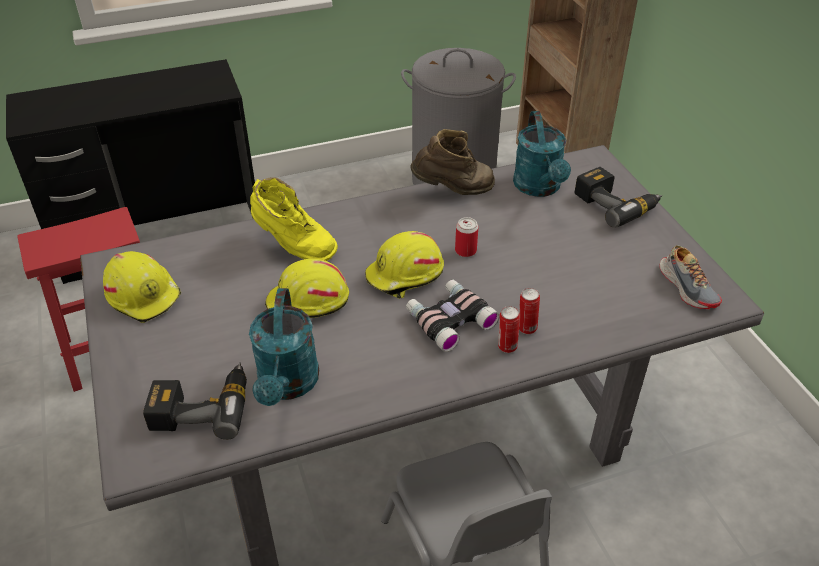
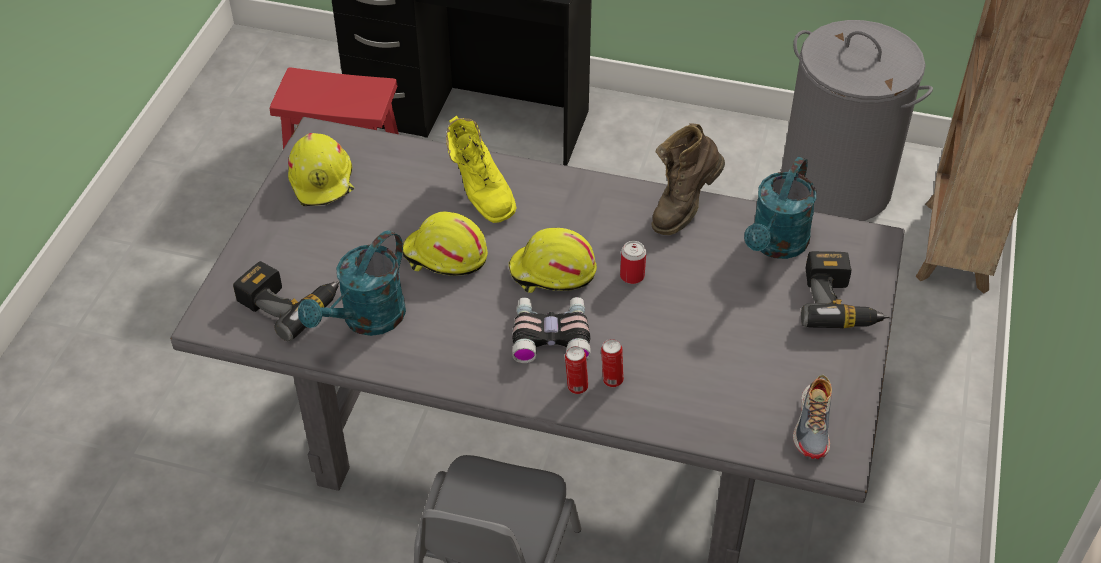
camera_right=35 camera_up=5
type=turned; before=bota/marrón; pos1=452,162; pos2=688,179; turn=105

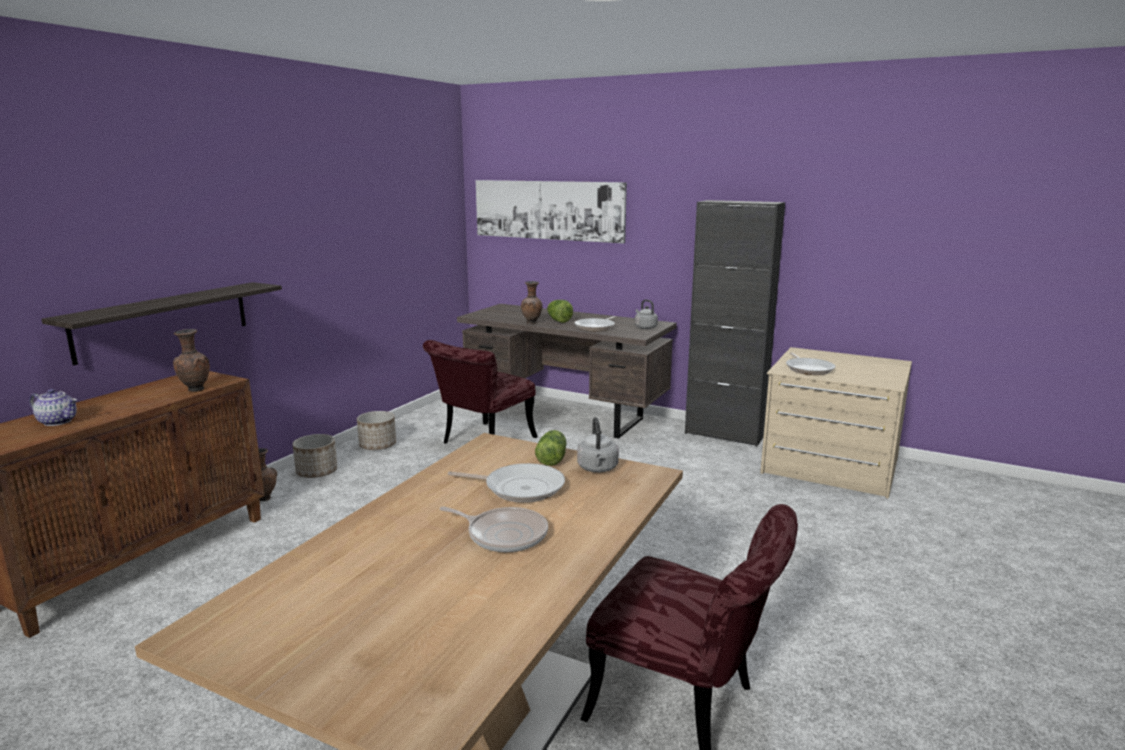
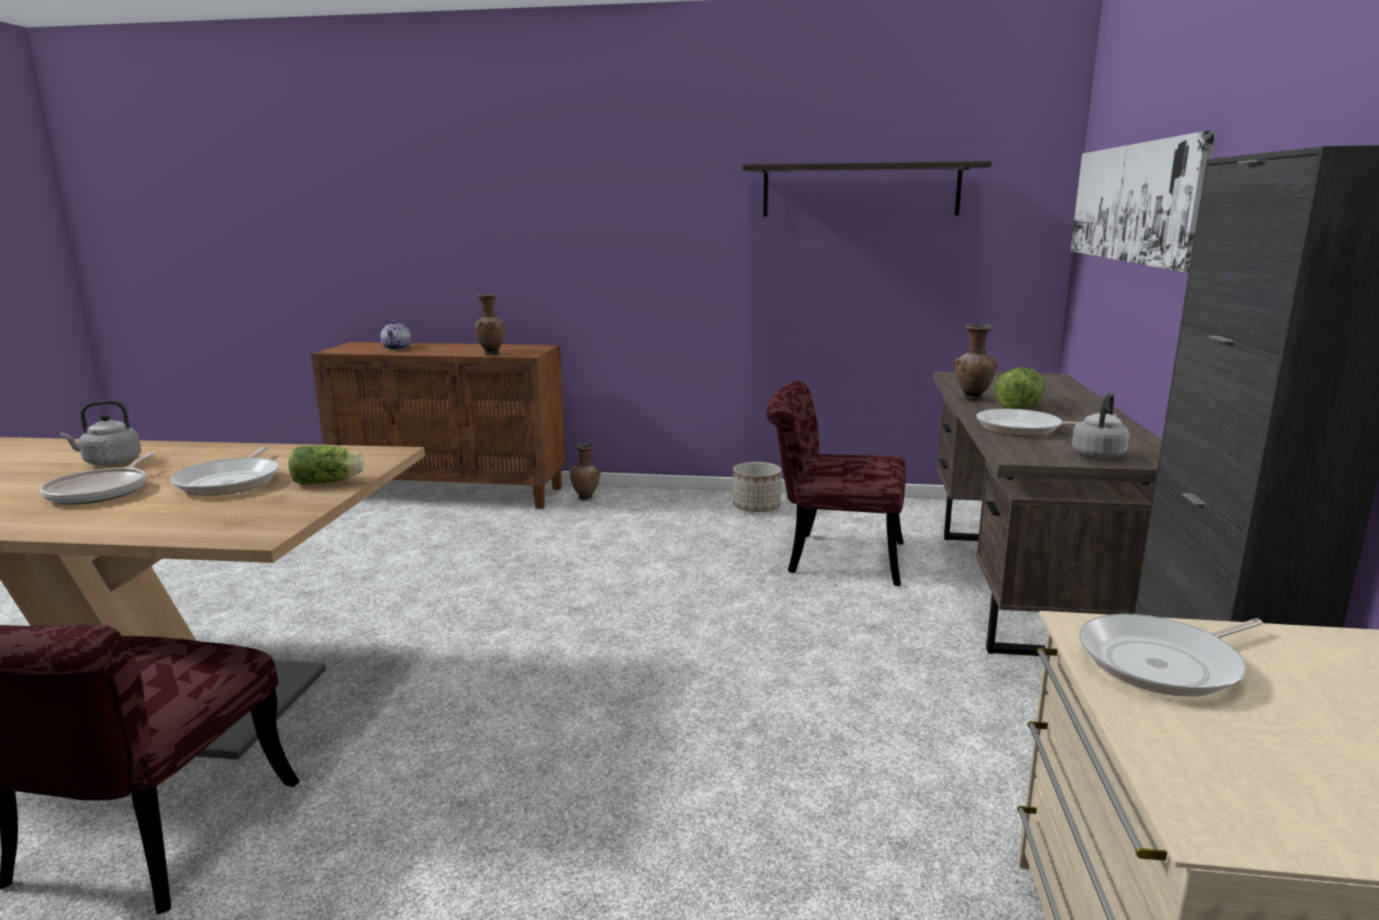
camera_right=70 camera_up=0
type=moved; before=estante; pos1=161,323; pos2=867,189
type=removed; before=maceta; pos1=314,456
type=moved; before=hervidor/gris; pos1=598,444; pos2=100,433

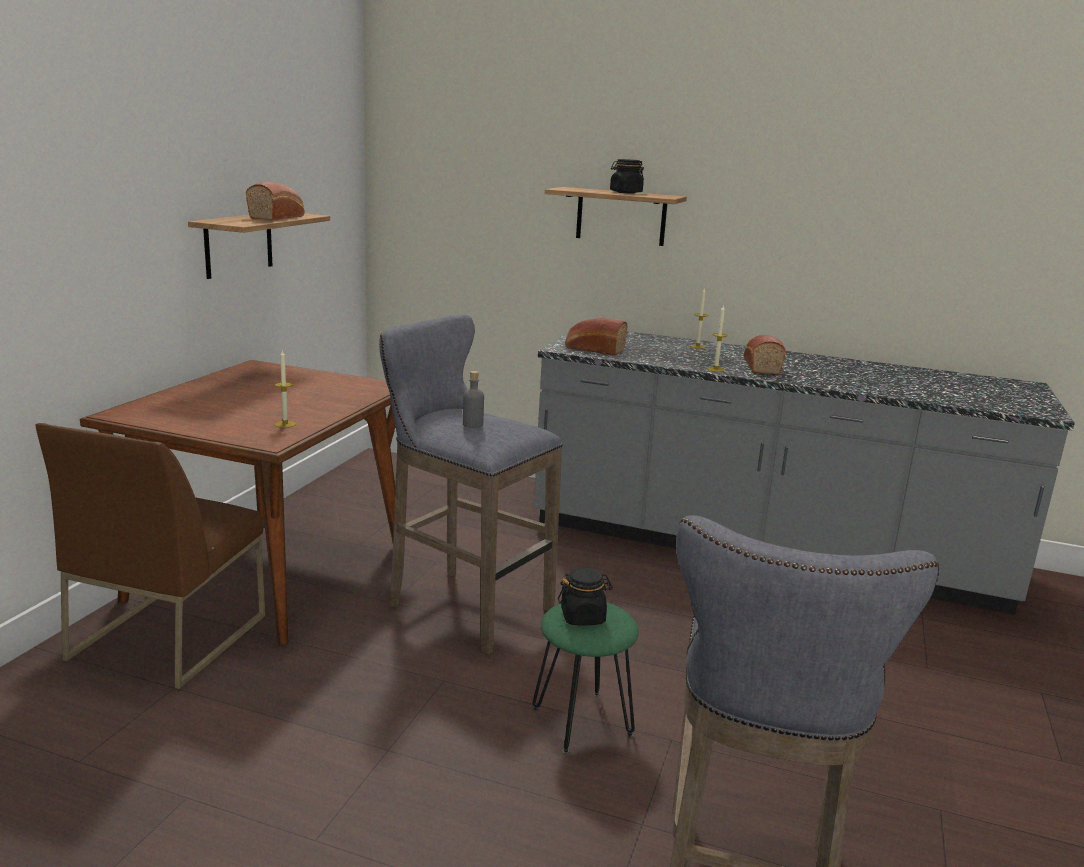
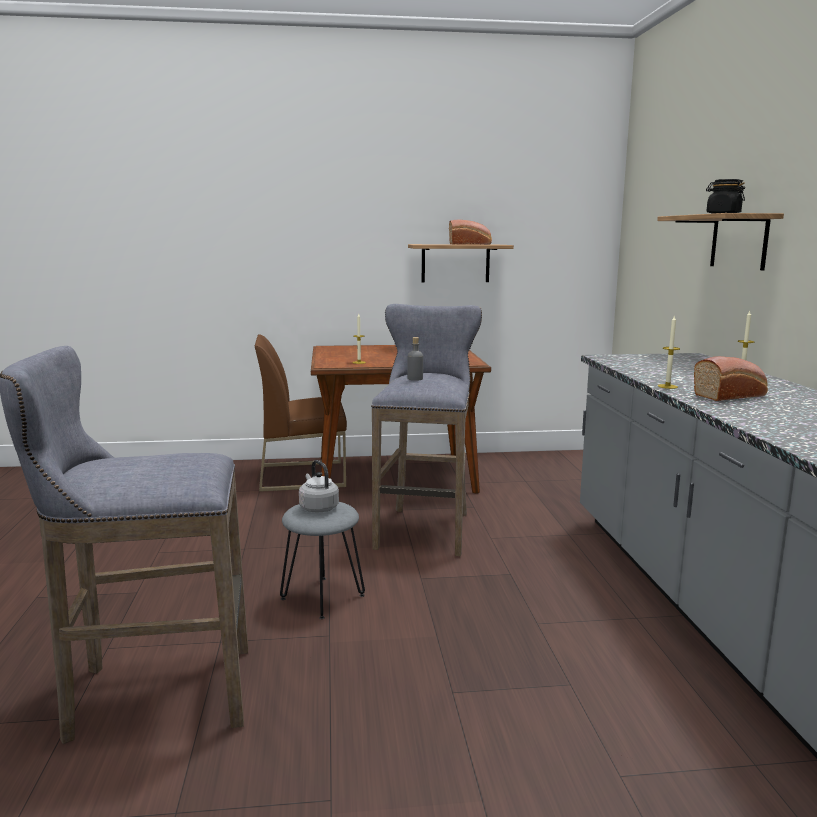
camera_right=65 camera_up=-5
type=recoloured; before=taburete/verde; after=taburete/gris; pos1=586,678; pos2=322,560
type=replaced; before=tarro/negro; after=hervidor/gris; pos1=585,596; pos2=319,486
type=removed; before=pan; pos1=596,336

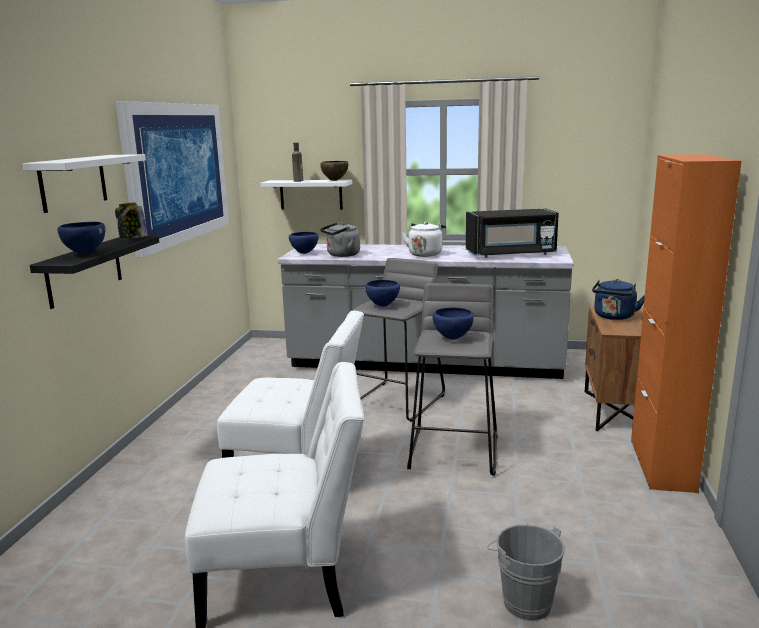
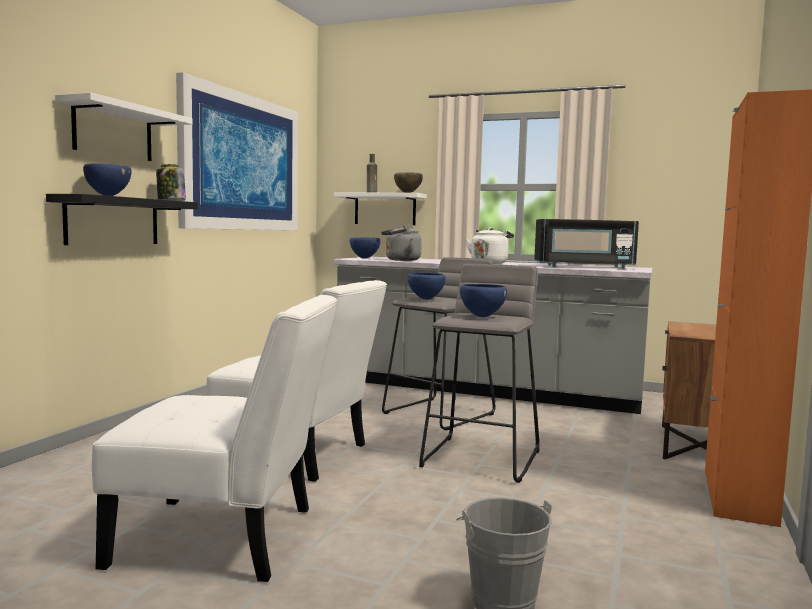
camera_right=10 camera_up=-10
type=removed; before=hervidor/azul; pos1=618,299

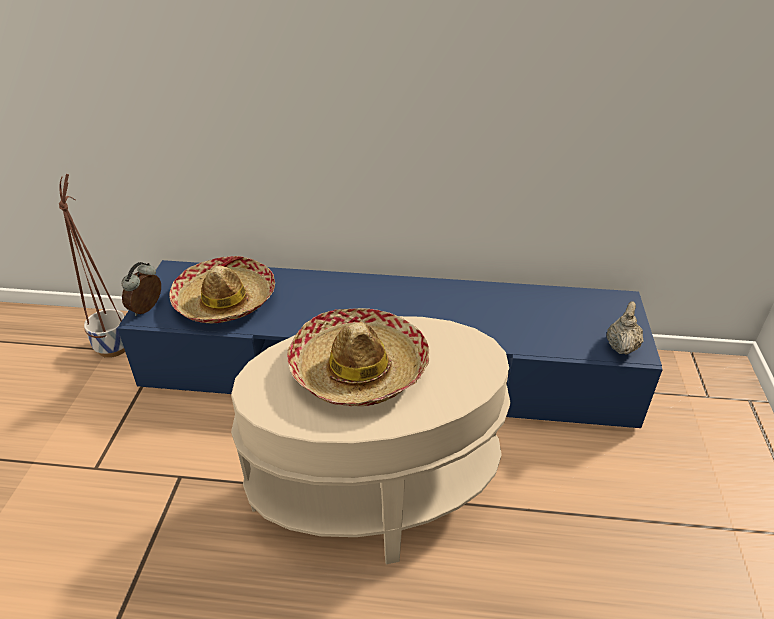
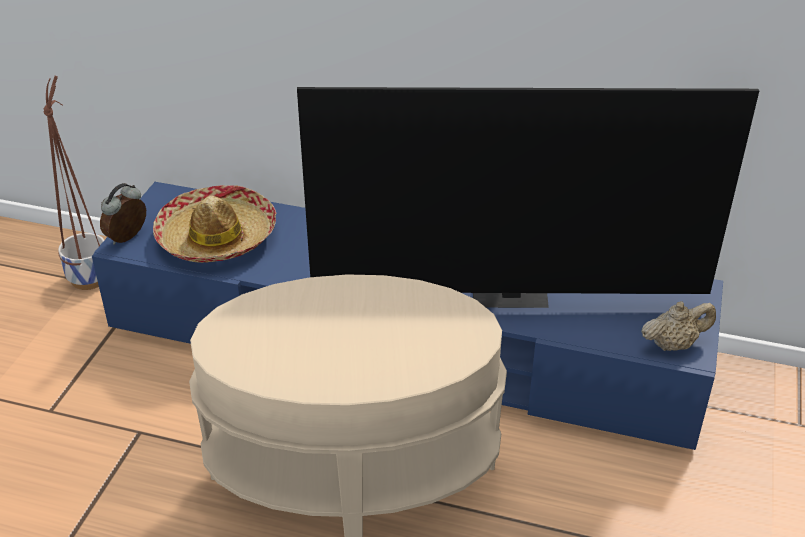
camera_right=10 camera_up=0
type=removed; before=sombrero; pos1=358,357
type=turned; before=tetera/beis; pos1=624,328; pos2=678,326; turn=45
type=added; after=televisor; pos2=528,197

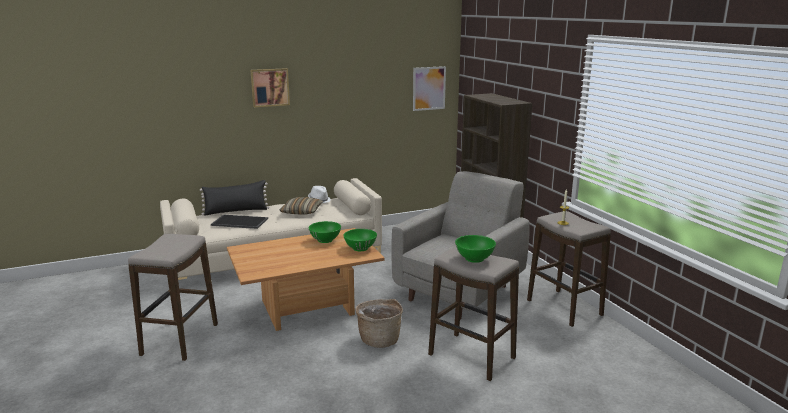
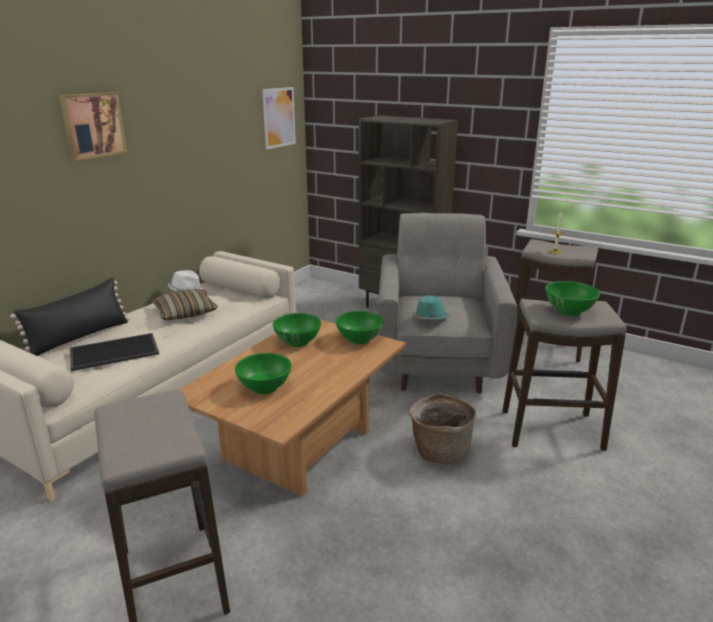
camera_right=-35 camera_up=5
type=added; after=cuenco/verde; pos2=263,373
type=added; after=sombrero/turquesa; pos2=431,308

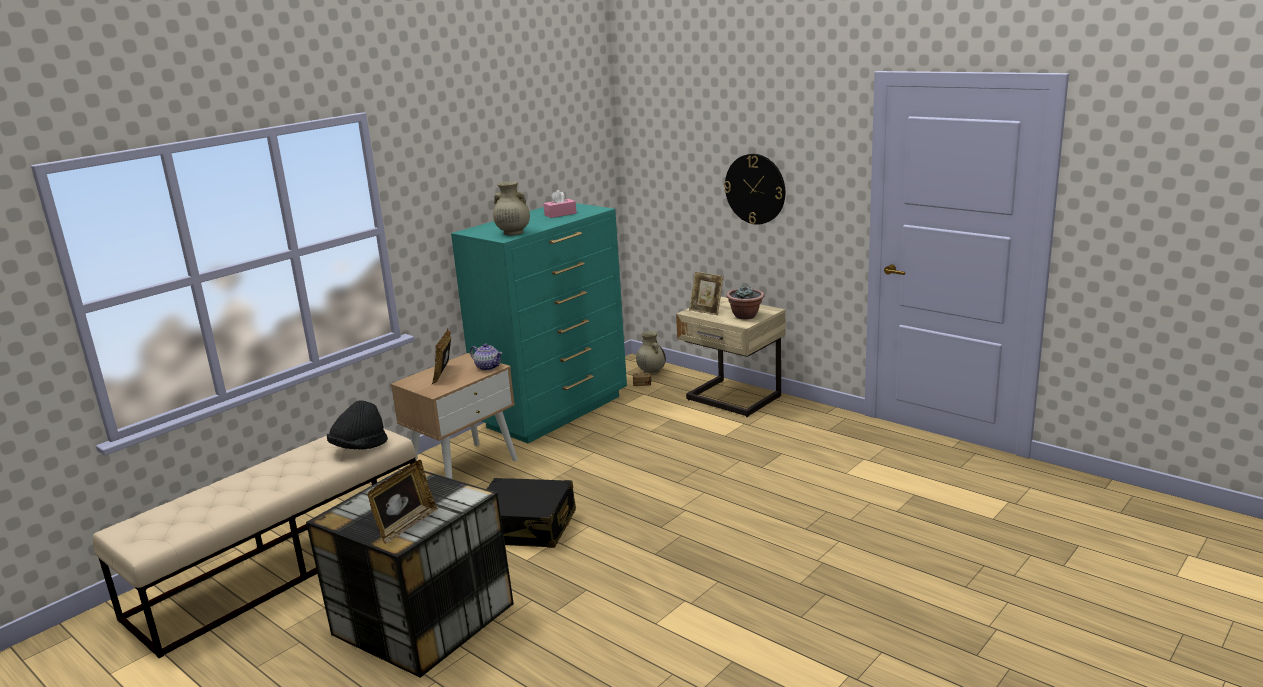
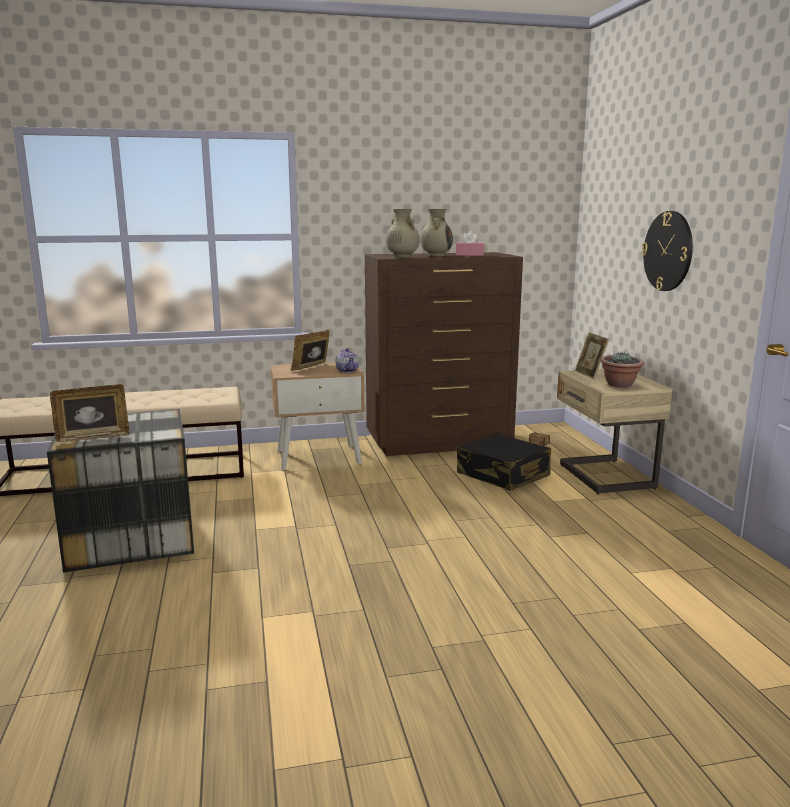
camera_right=35 camera_up=-5
type=removed; before=sombrero/negro; pos1=357,425
type=recoloured; before=cómoda/turquesa; after=cómoda/marrón; pos1=539,323; pos2=444,354
type=moved; before=maleta/negro; pos1=531,513; pos2=504,462
type=moved; before=florero/beis; pos1=651,353; pos2=436,233

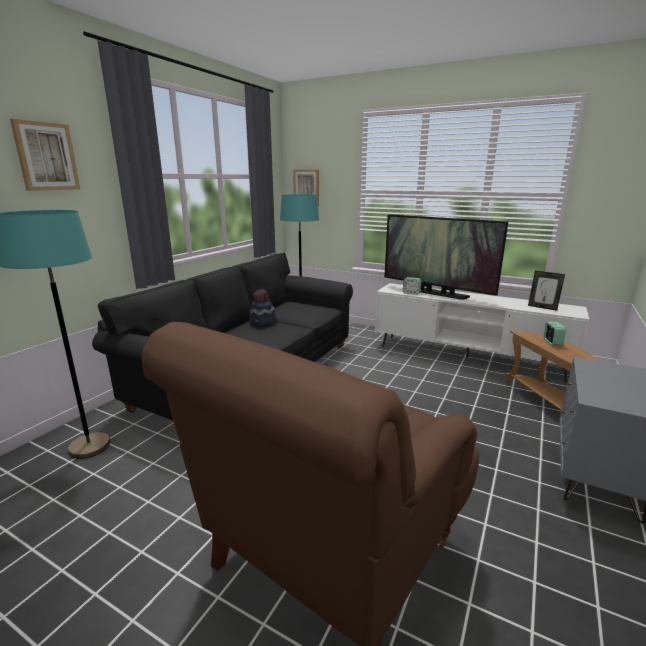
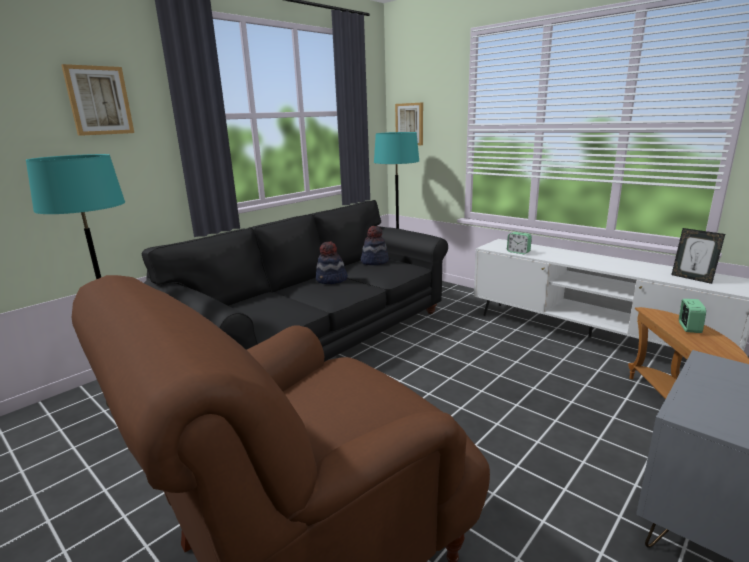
camera_right=15 camera_up=0
type=removed; before=televisor; pos1=446,257
type=added; after=sombrero; pos2=375,245

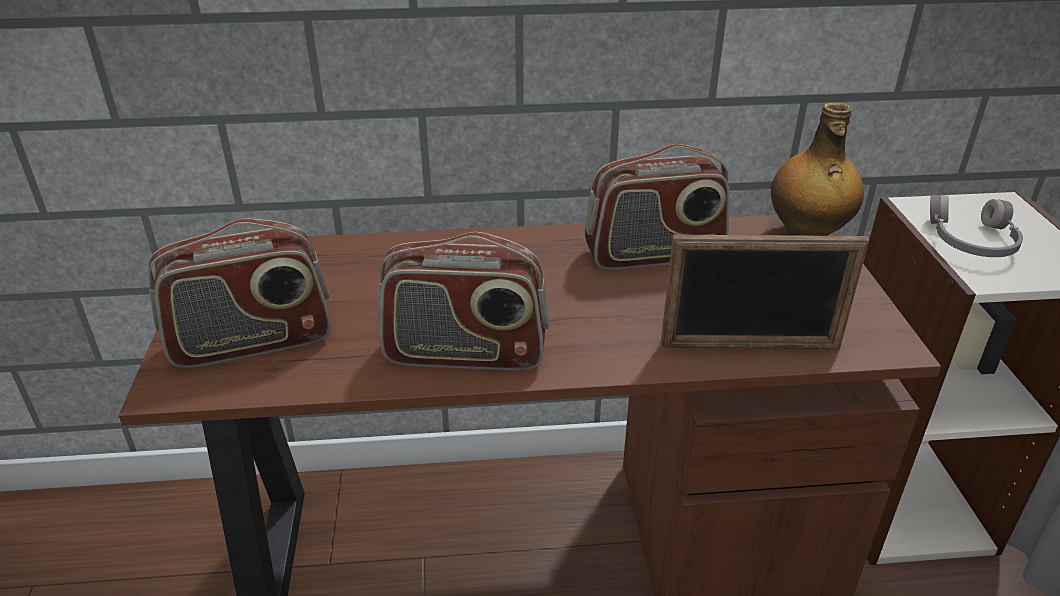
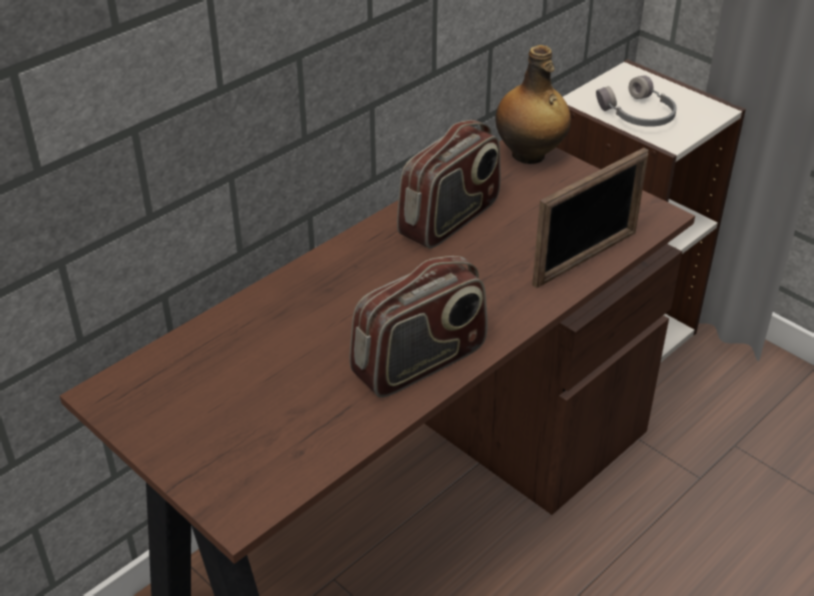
camera_right=-40 camera_up=5
type=removed; before=radio; pos1=240,293

